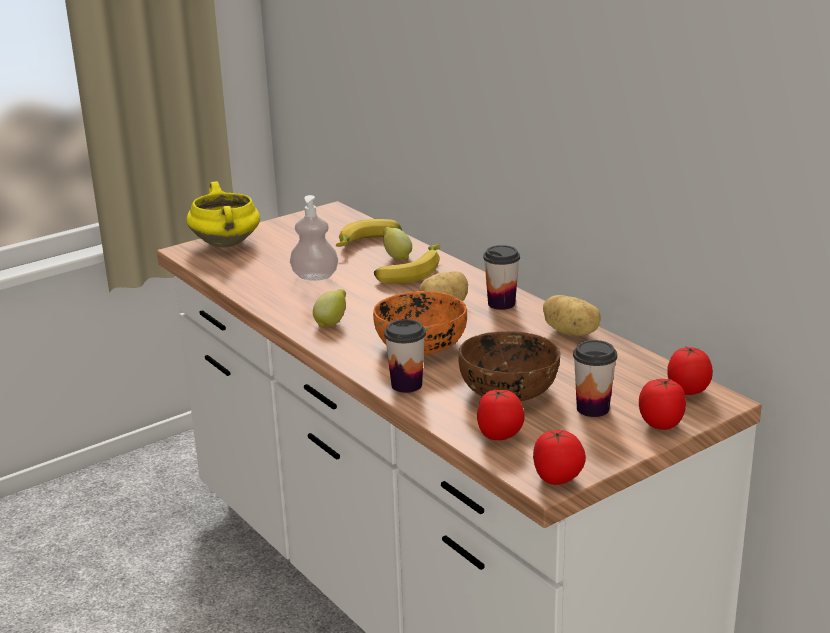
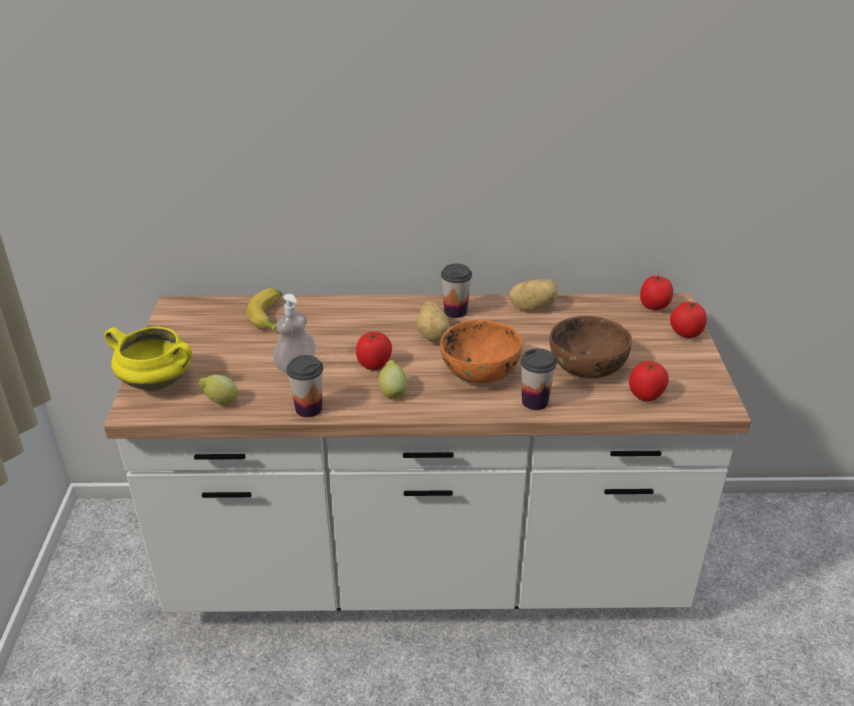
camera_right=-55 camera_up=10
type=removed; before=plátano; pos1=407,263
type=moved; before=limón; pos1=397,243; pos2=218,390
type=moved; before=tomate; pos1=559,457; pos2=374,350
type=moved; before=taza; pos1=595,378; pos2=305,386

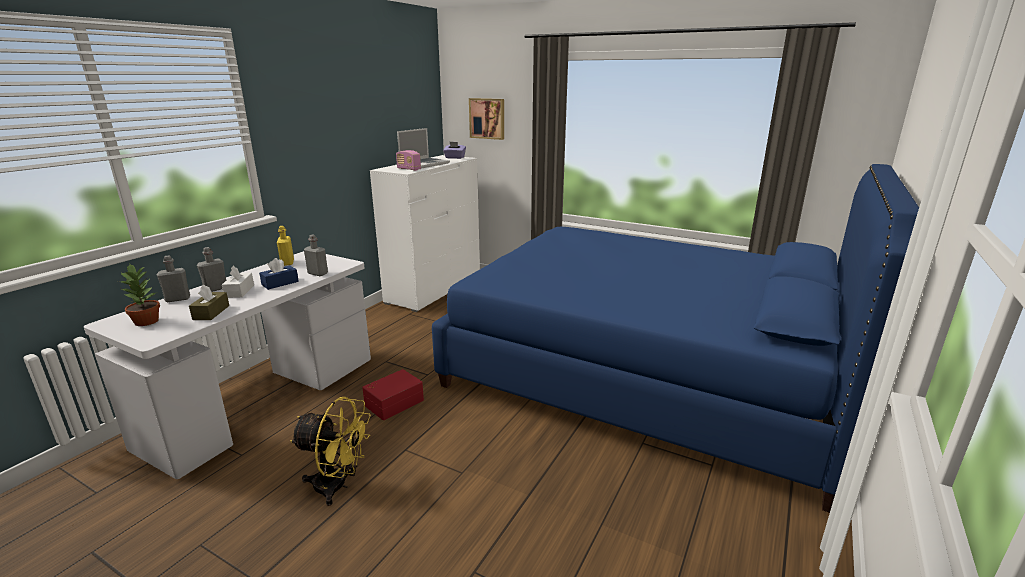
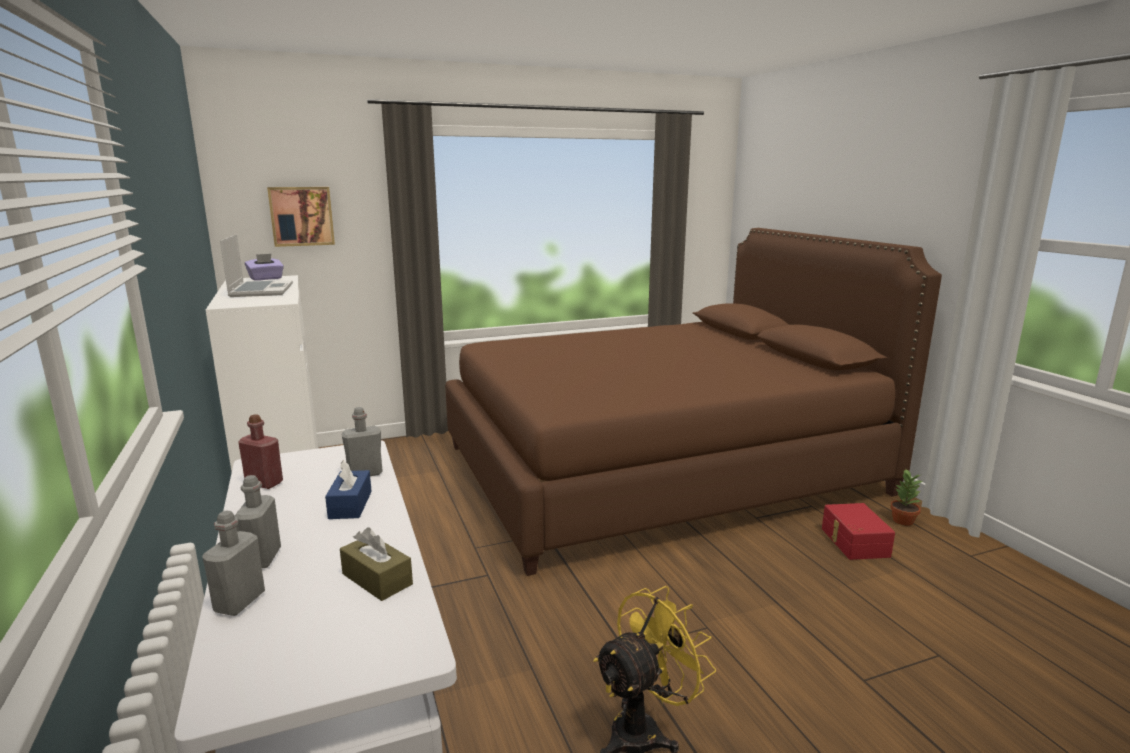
camera_right=-50 camera_up=-5
type=moved; before=planta en maceta; pos1=140,295; pos2=906,497
type=removed; before=caja de pañuelos/blanco; pos1=238,282
type=recoloured; before=botella/amarillo; after=botella/rojo; pos1=285,246; pos2=260,451
type=moved; before=caja de almacenaje/rojo; pos1=393,394; pos2=858,531
type=removed; before=radio; pos1=408,160
type=recoloured; before=cama/azul; after=cama/marrón; pos1=675,338; pos2=693,402

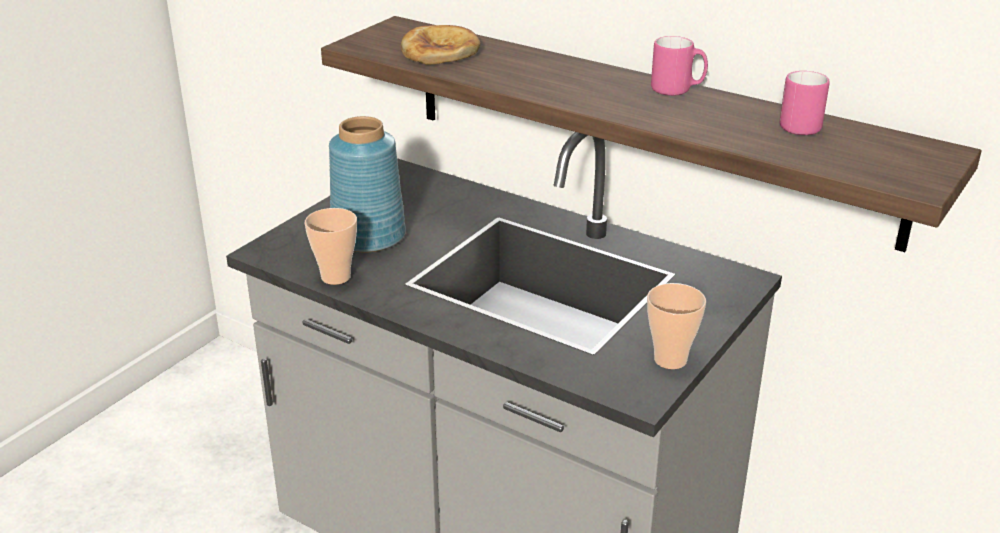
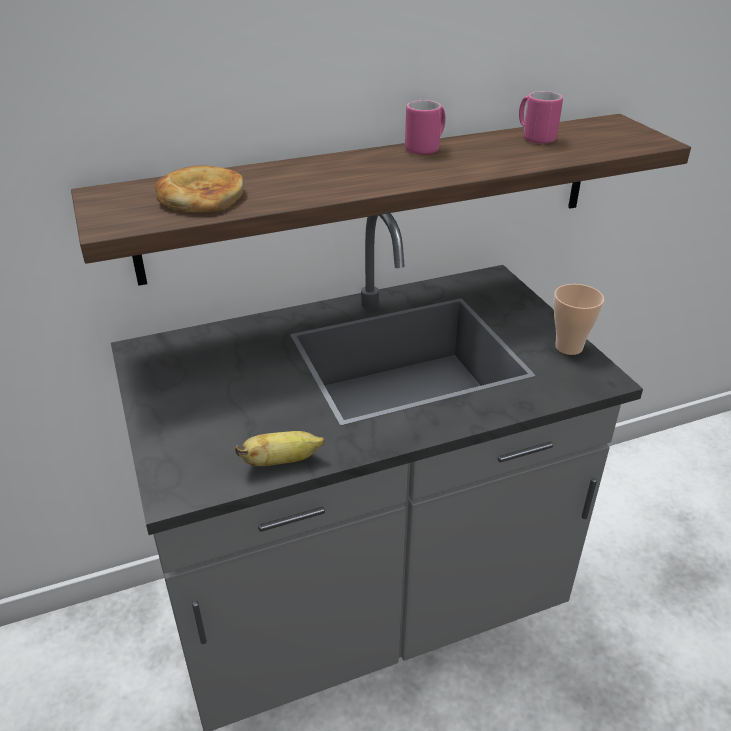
camera_right=-55 camera_up=5
type=replaced; before=taza; after=plátano; pos1=331,246; pos2=280,448
type=removed; before=florero/azul; pos1=367,184

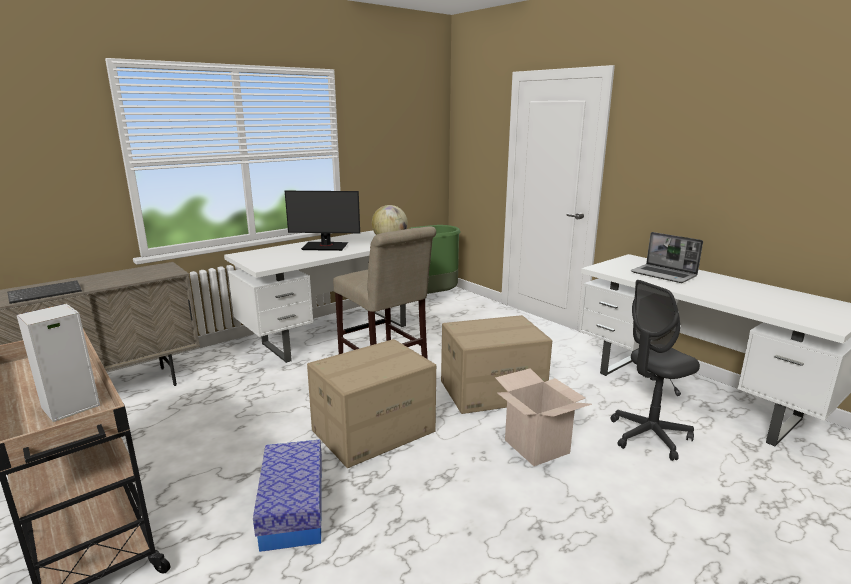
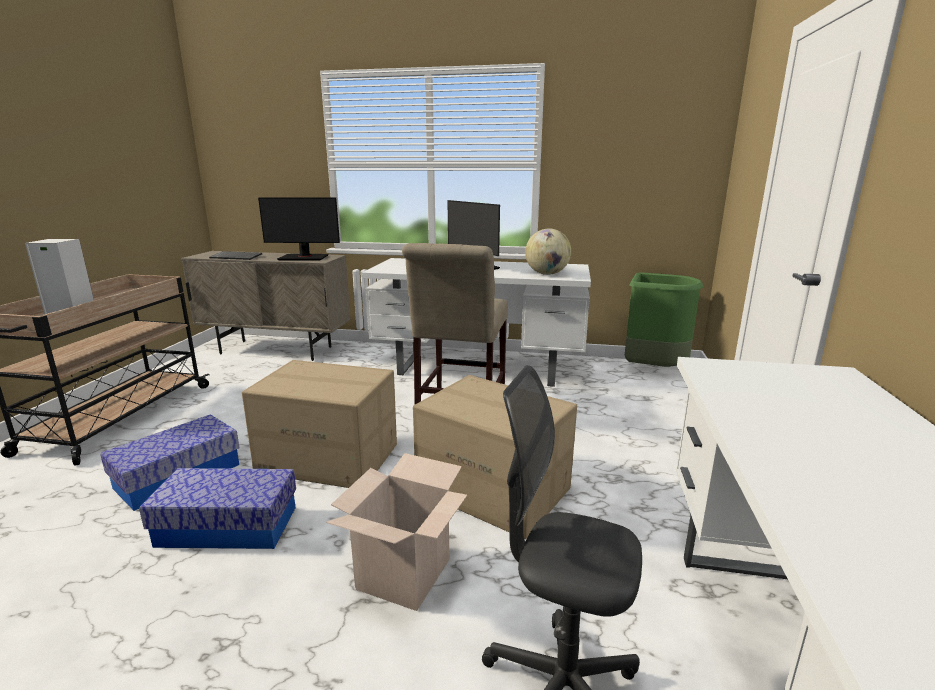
camera_right=50 camera_up=0
type=removed; before=portátil; pos1=667,257
type=added; after=caja de almacenaje; pos2=217,508
type=added; after=monitor; pos2=299,229

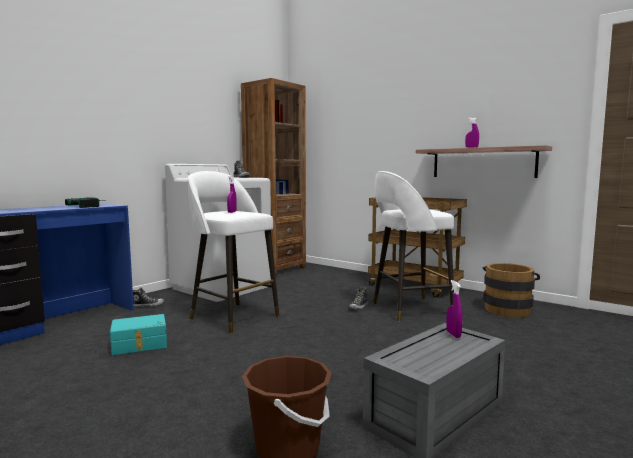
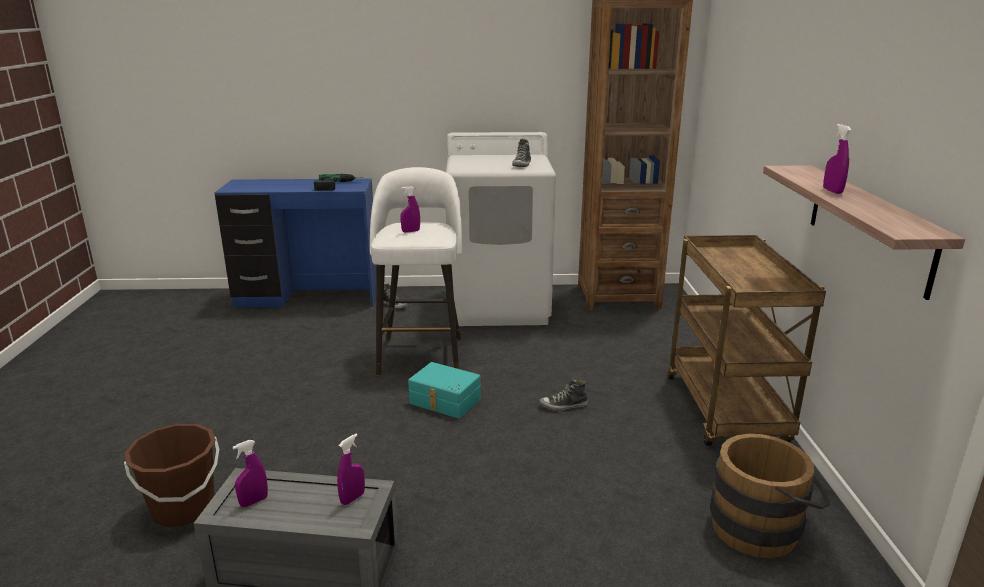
camera_right=50 camera_up=15
type=moved; before=caja de almacenaje/turquesa; pos1=138,334; pos2=444,390
type=removed; before=taburete/blanco; pos1=413,246
type=added; after=pulverizador/morado; pos2=250,473

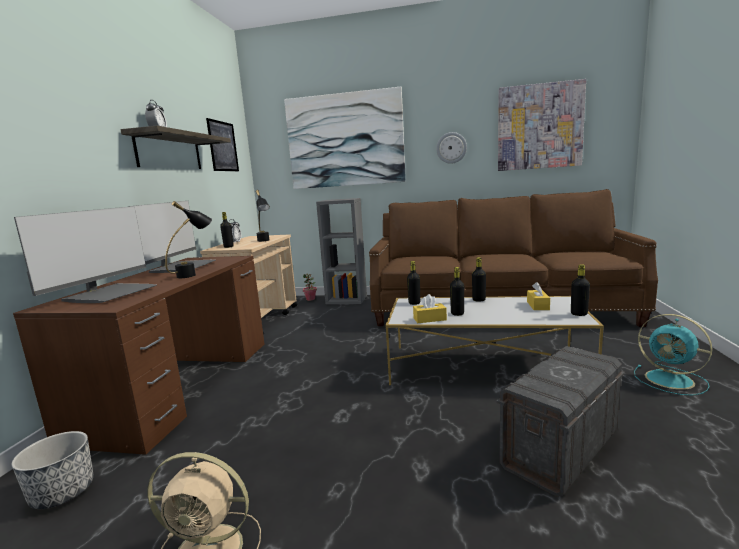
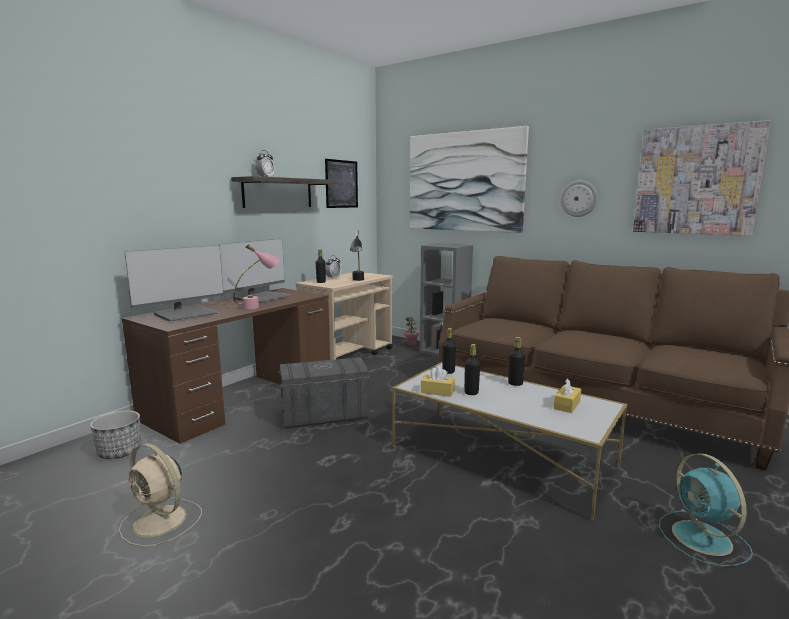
camera_right=25 camera_up=0
type=recoloured; before=lámpara de mesa/negro; after=lámpara de mesa/rosa; pos1=188,239; pos2=256,277
type=moved; before=caja de almacenaje/gris; pos1=561,421; pos2=324,393
type=removed; before=botella/negro; pos1=580,290

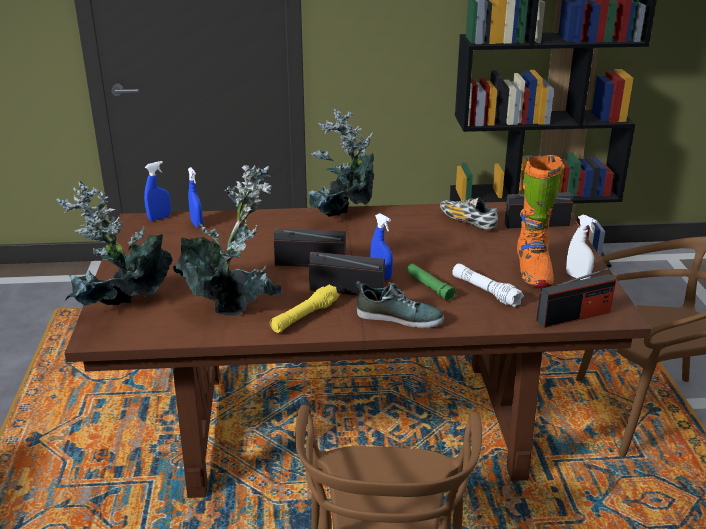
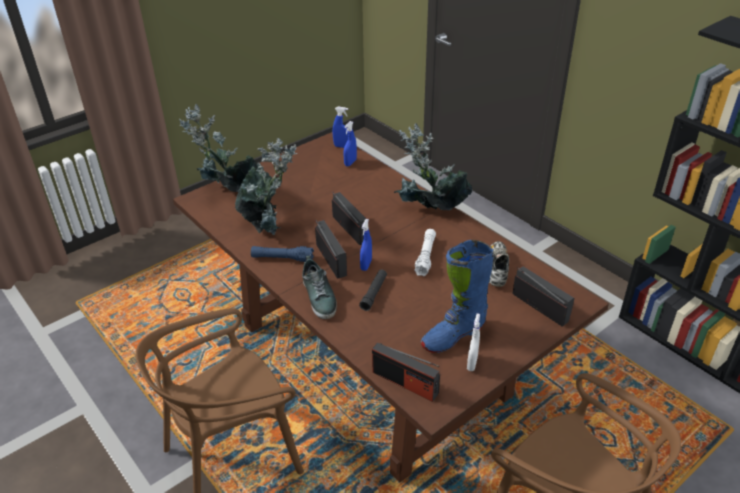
camera_right=55 camera_up=10
type=recoloured; before=linterna/amarillo; after=linterna/azul; pos1=304,308; pos2=282,254
type=recoloured; before=linterna/verde; after=linterna/negro; pos1=431,282; pos2=373,290
type=moved; before=linterna/blanco; pos1=488,285; pos2=425,252
type=recoloured; before=bota/naranja; after=bota/azul; pos1=540,221; pos2=457,296

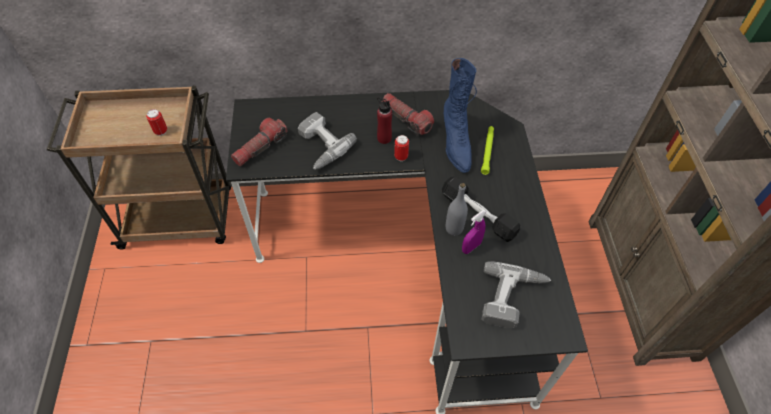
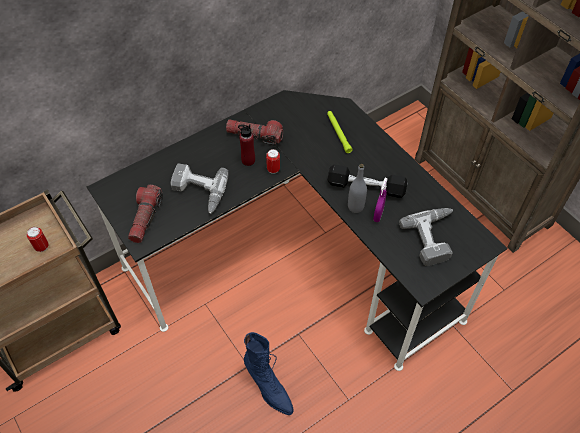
camera_right=-30 camera_up=0
type=moved; before=bota/azul; pos1=460,115; pos2=269,373

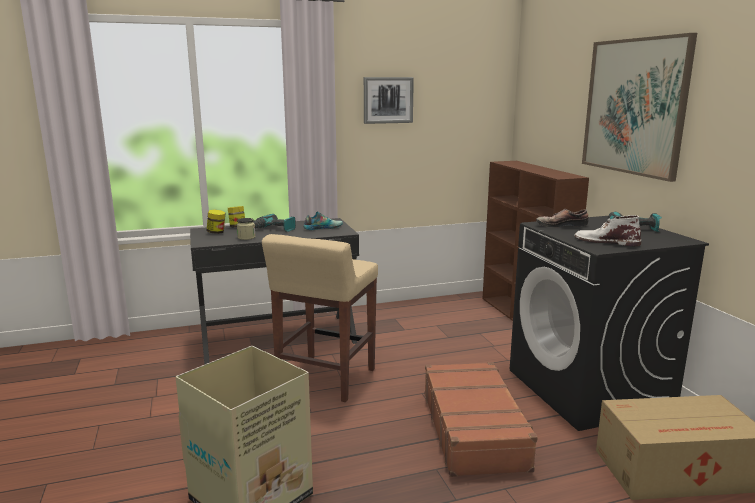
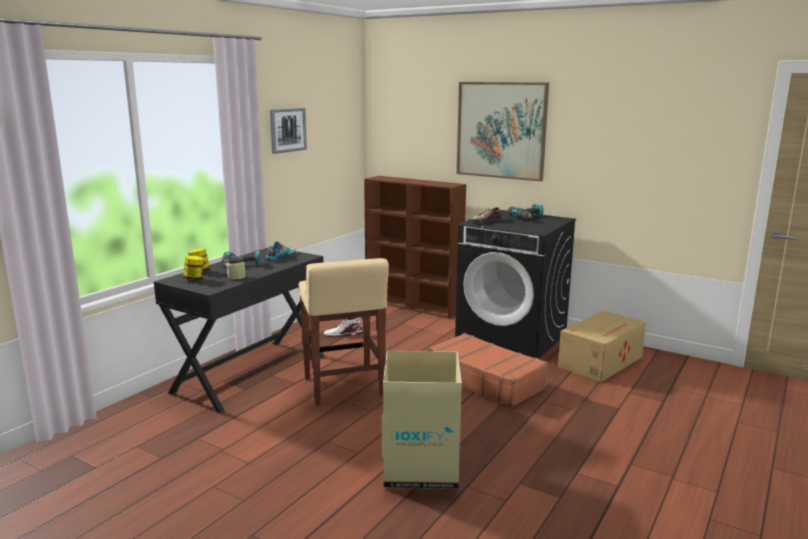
camera_right=-40 camera_up=0
type=moved; before=bota/blanco; pos1=607,230; pos2=343,327

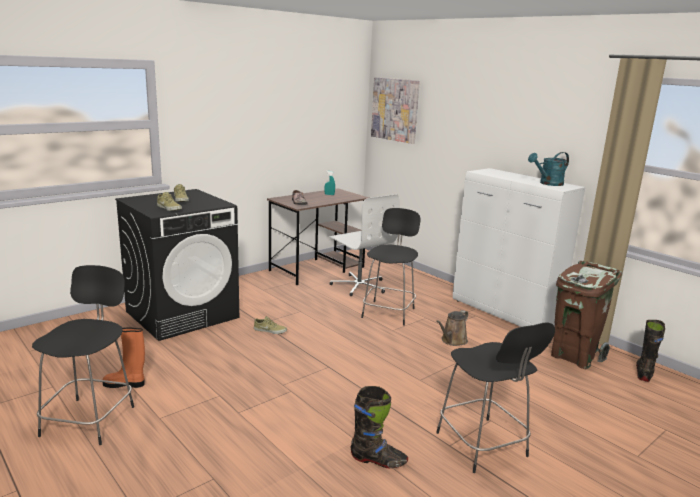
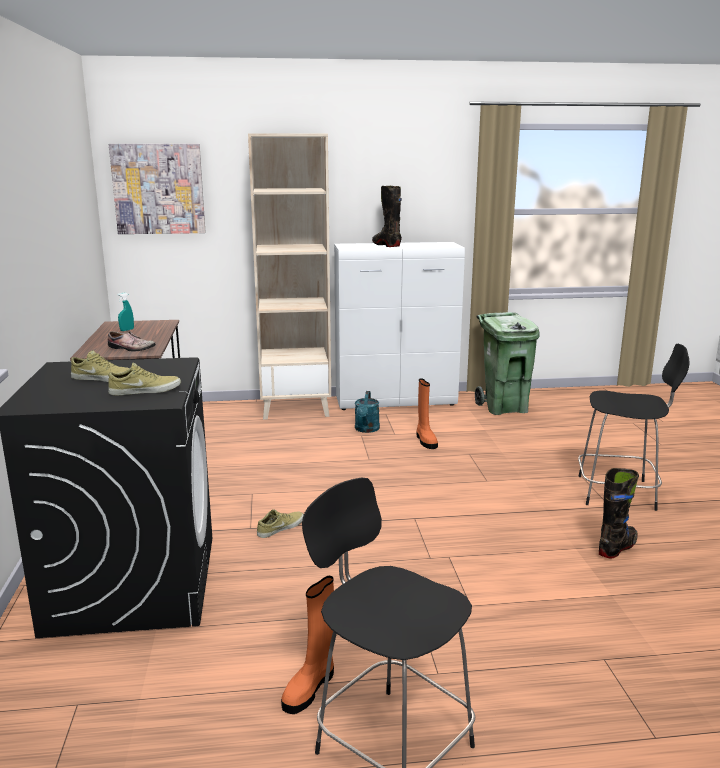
camera_right=-55 camera_up=0
type=removed; before=silla de oficina/blanco; pos1=364,245
type=removed; before=taburete/negro; pos1=390,267
type=replaced; before=regadera/marrón; after=bota/naranja; pos1=452,328; pos2=427,413
type=moved; before=regadera/turquesa; pos1=548,169; pos2=367,412
type=recoloured; before=papelera/marrón; after=papelera/verde; pos1=586,315; pos2=507,363
type=moved; before=bota/negro; pos1=650,351; pos2=387,216
type=added; after=estantería/beis; pos2=289,276

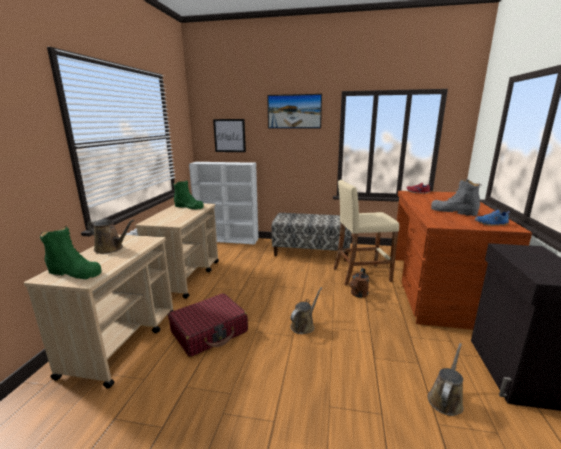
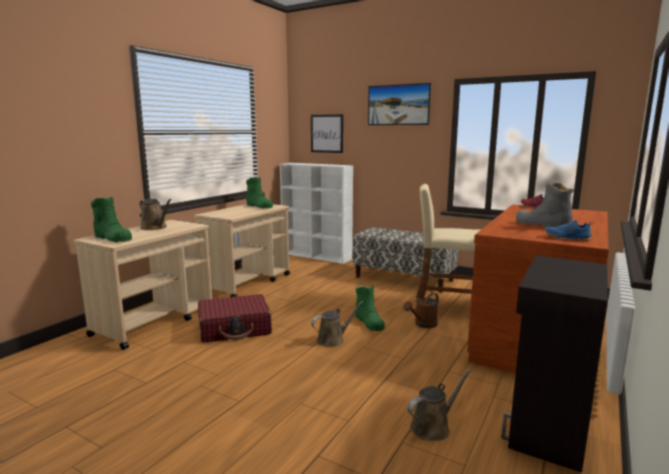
camera_right=20 camera_up=-5
type=added; after=bota/verde; pos2=370,308

